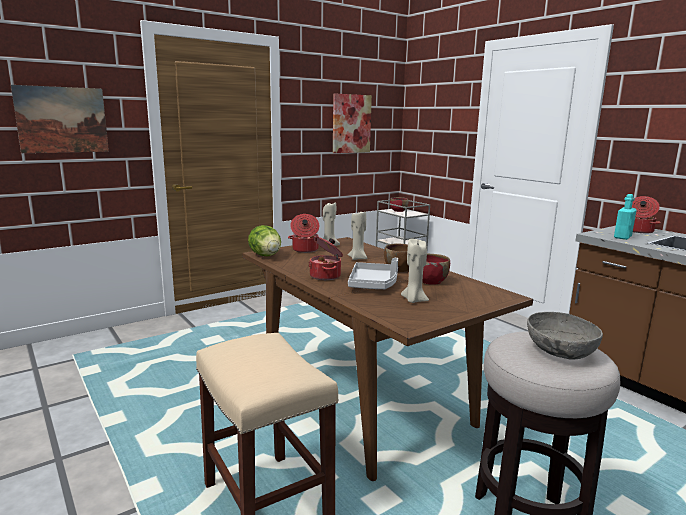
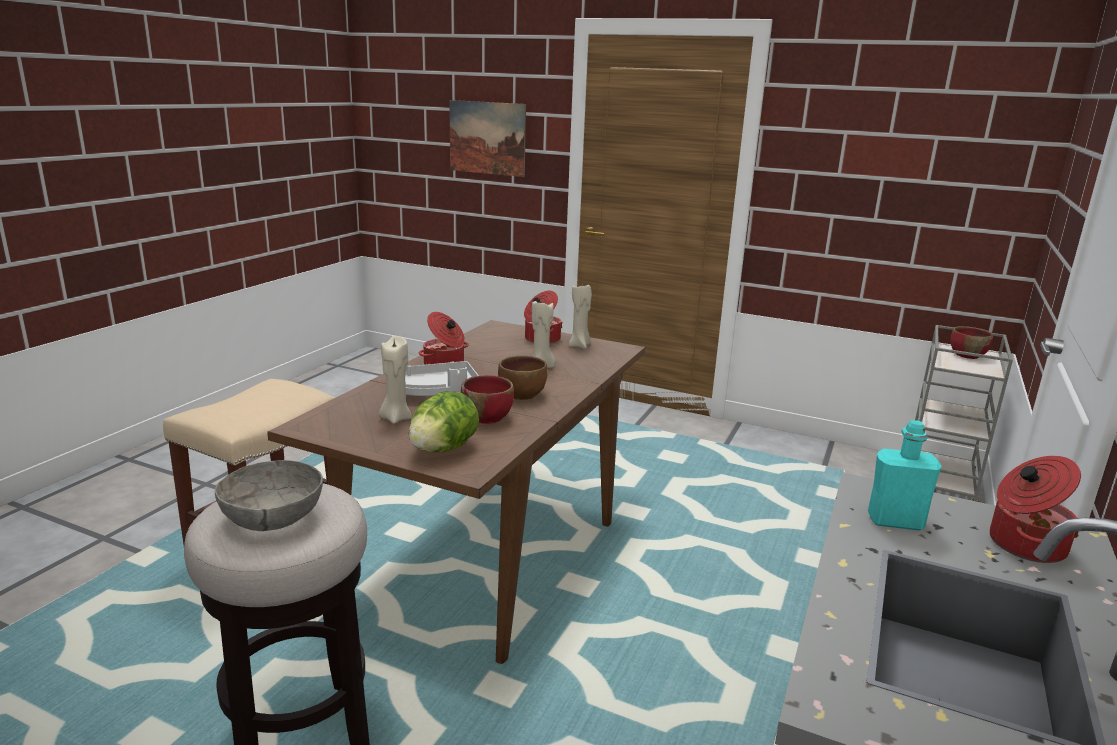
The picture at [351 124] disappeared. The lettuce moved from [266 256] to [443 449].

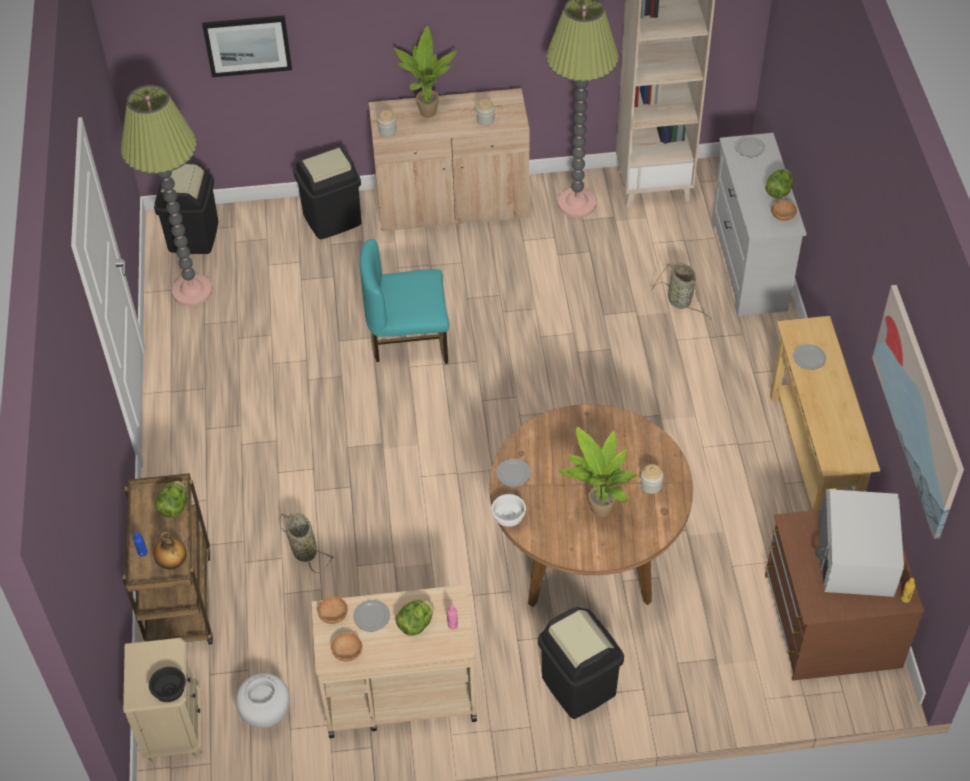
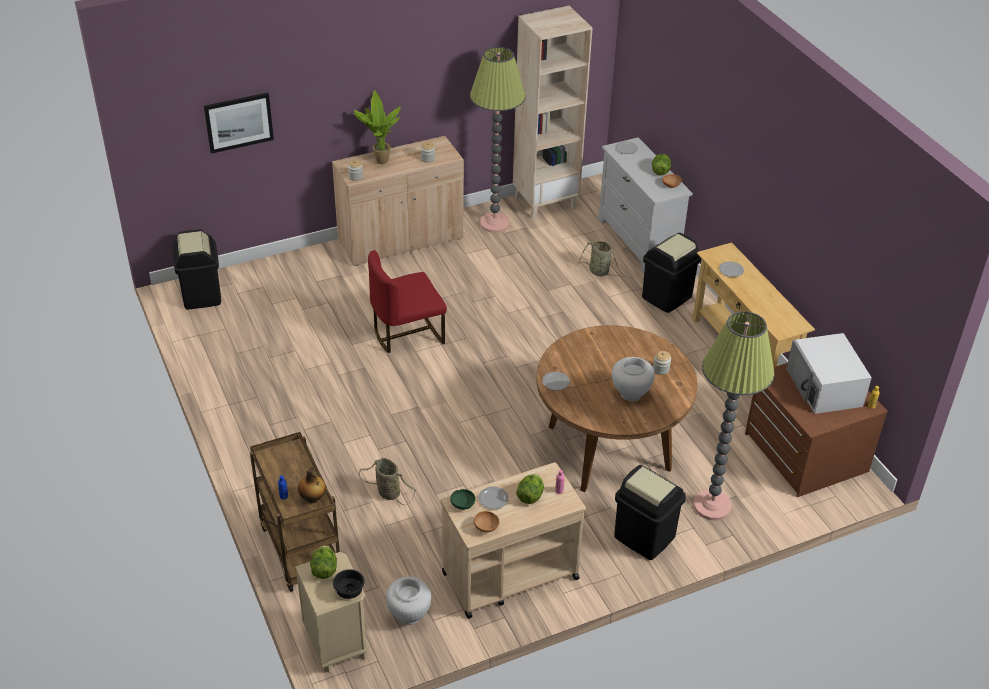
The standing lamp moved from [192 291] to [712 506]. The black-coloured rubbish bin moved from [332 219] to [667 297]. The turquoise plain chair at [409 340] became the reddish plain chair at [407 333]. The picture at [917 409] disappeared. The houseplant at [597 512] was replaced by the whitish flower vase at [630 394]. The lettuce moved from [174 507] to [324 570]. The whitish serving bowl at [509 518] disappeared. The brown serving bowl at [334 615] became the greenish serving bowl at [463 504].

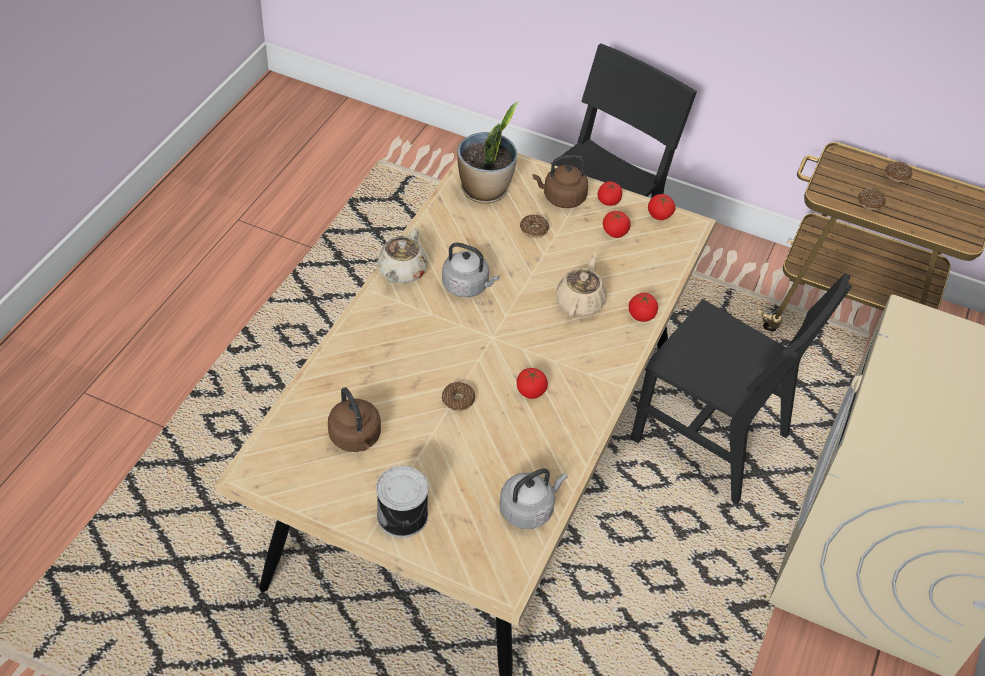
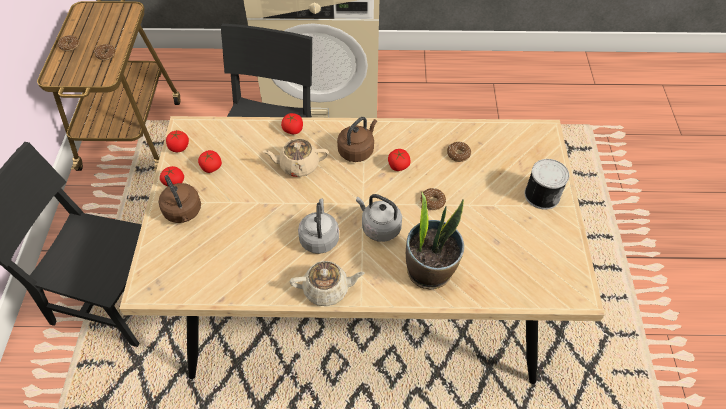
The houseplant moved from [485 190] to [430 270]. The doughnut moved from [534 229] to [458 154]. The brown tea kettle moved from [356 438] to [357 150]. The grey tea kettle moved from [528 509] to [379 227].

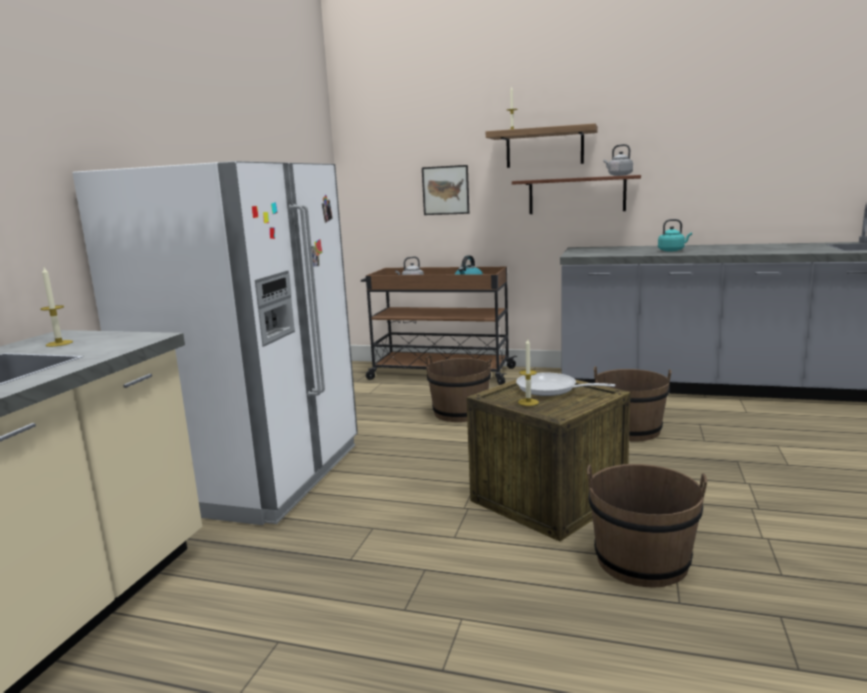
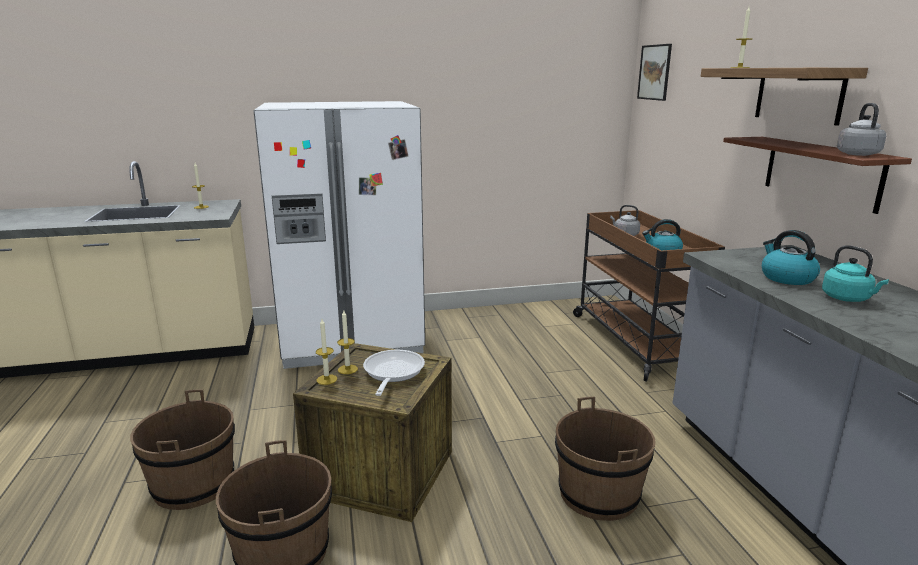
The picture moved from [445 190] to [654 72]. The brown bucket moved from [460 413] to [194 485]. The tea kettle at [786 278] appeared. The candle at [326 379] appeared.

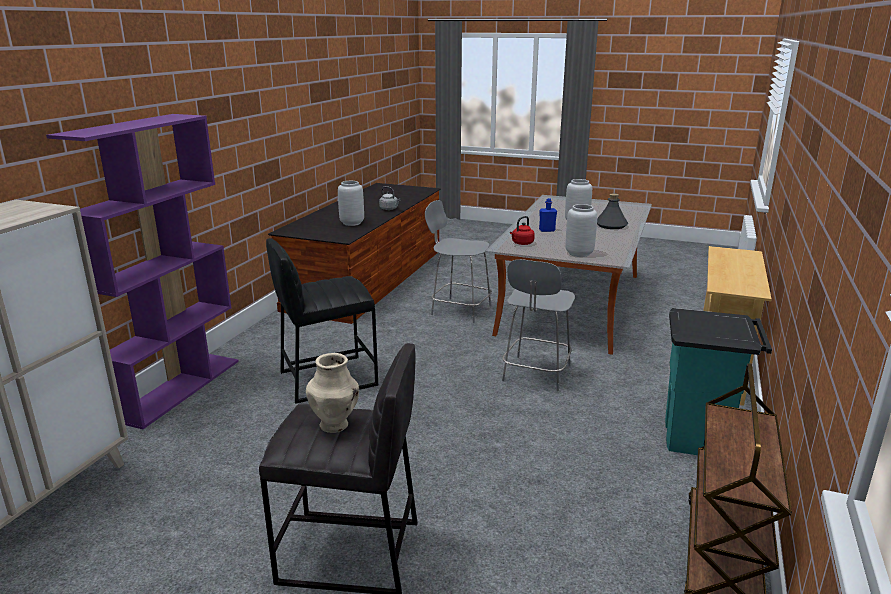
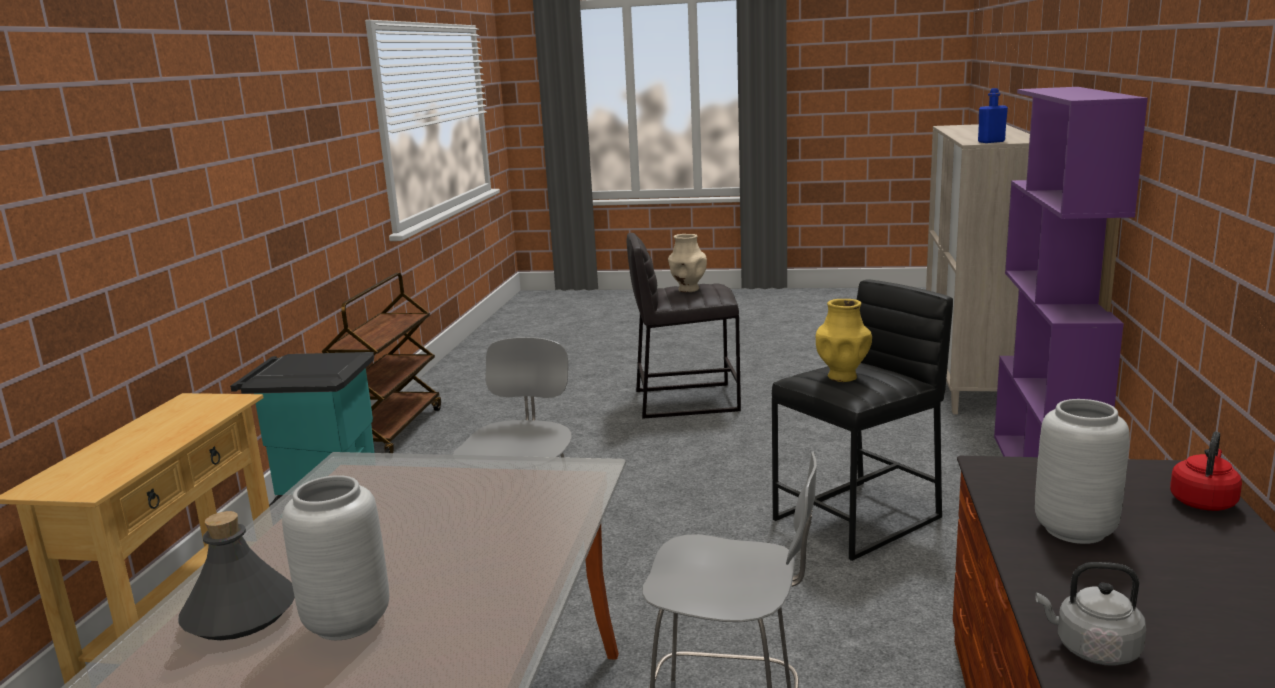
The bluish beverage bottle moved from [547 230] to [991 142]. The grey flower vase at [579 253] disappeared. The reddish tea kettle moved from [521 243] to [1203 501]. The yellow flower vase at [842 377] appeared.

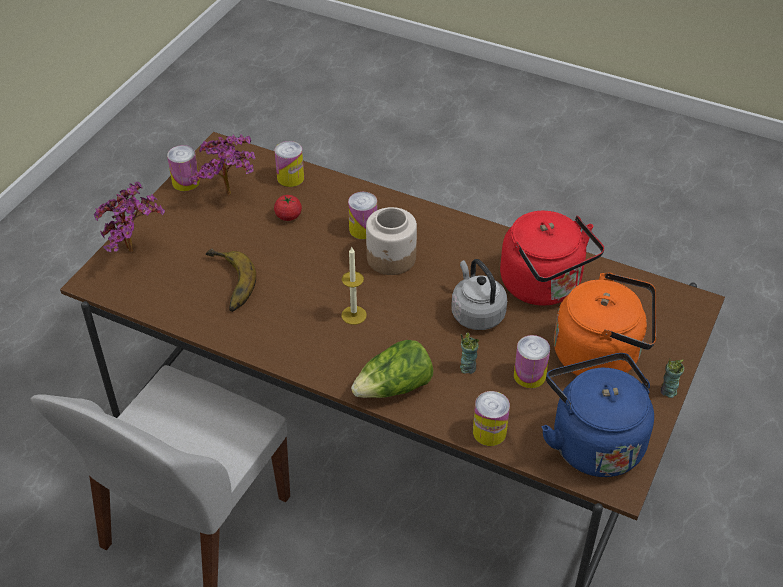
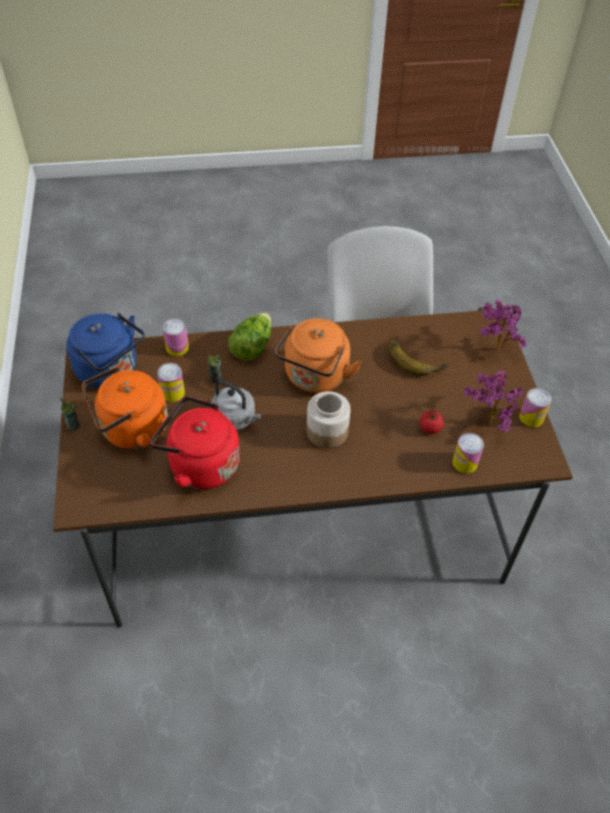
The metal can at [363 229] disappeared. The candle at [354 315] was replaced by the orange tea kettle at [315 378].

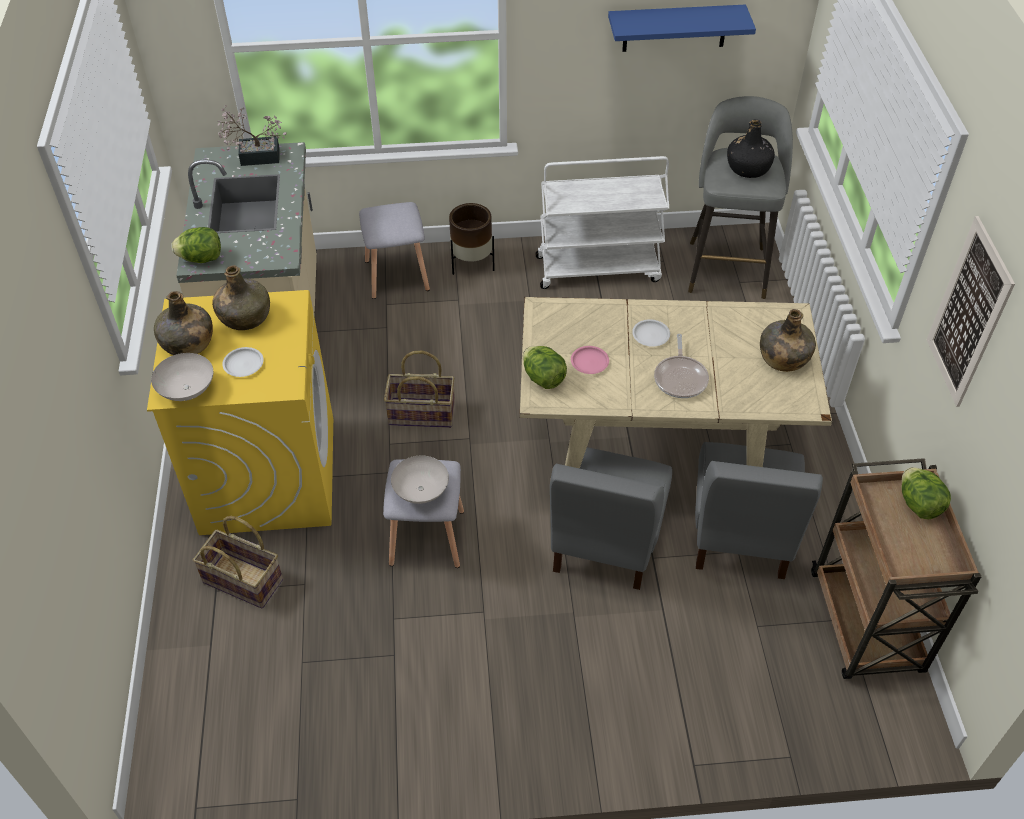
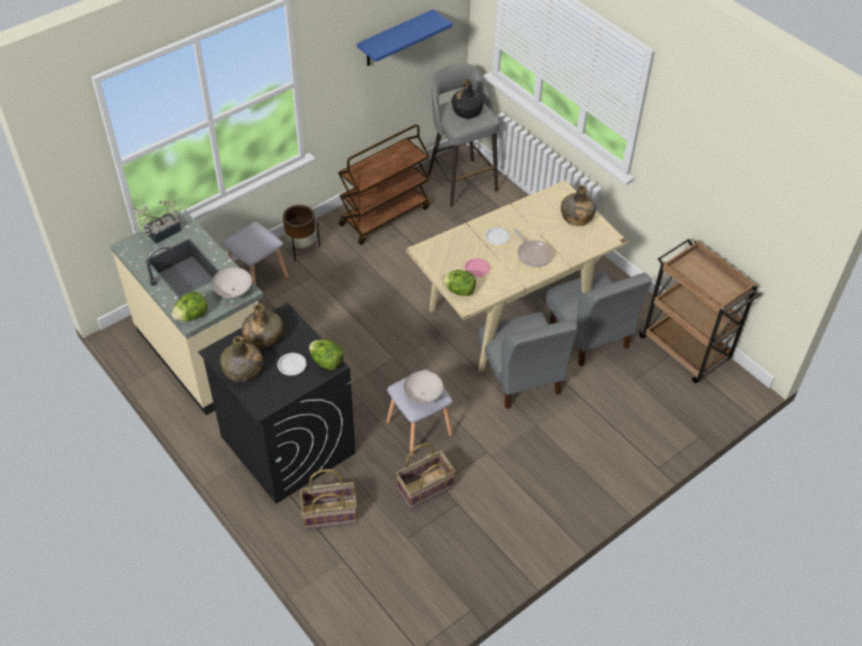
The whitish cart at [598 268] became the brown cart at [384 215]. The picture at [968 314] disappeared. The yellow laundry appliance at [268 474] became the black-coloured laundry appliance at [287 444]. The household basket moved from [421 414] to [425 489]. The whitish serving bowl moved from [186 389] to [232 291]. The lettuce moved from [918 504] to [327 362].

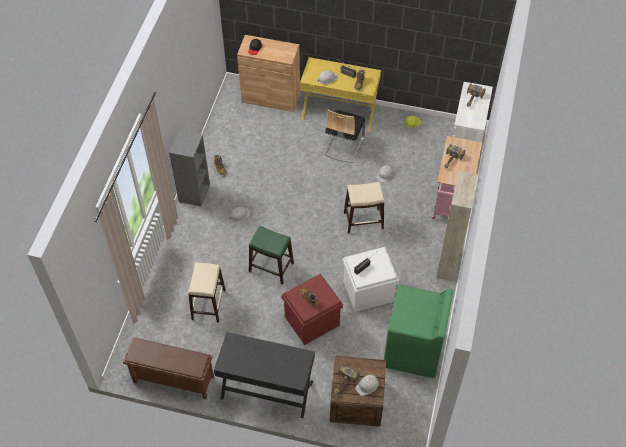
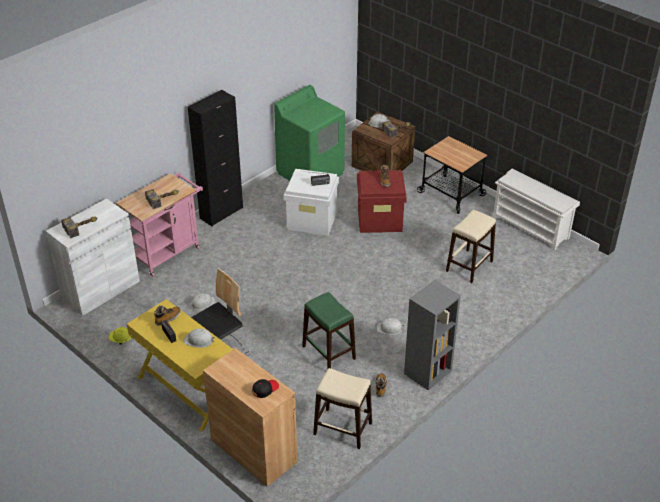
The beige-coloured cabinet at [448 263] became the black-coloured cabinet at [221 213]. The beige-coloured stool moved from [363 220] to [343 429]. The greenish stool moved from [271 267] to [328 352]. The black-coloured desk at [266 390] was replaced by the cart at [451 193]. The brown shoe shelf at [172 379] became the whitish shoe shelf at [531 227].

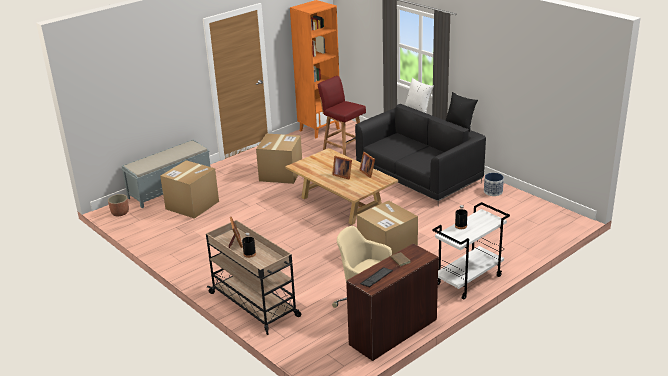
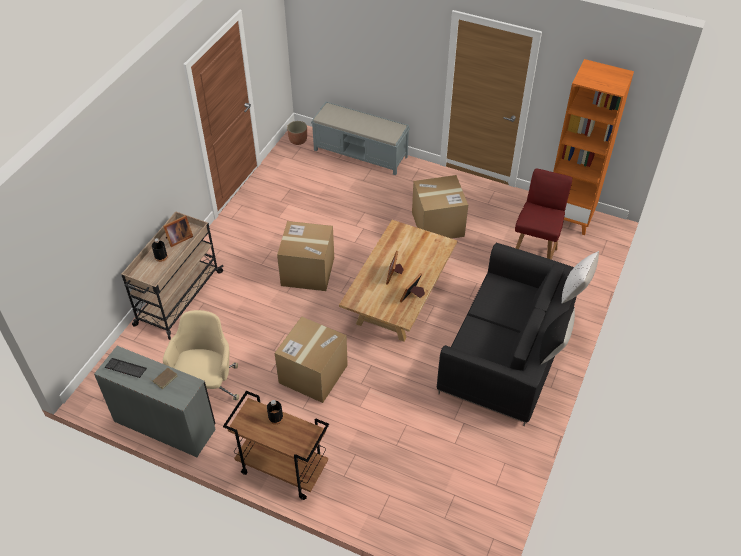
The carton moved from [192 205] to [308 271]. The planter at [493 192] disappeared. The whitish cart at [468 281] became the brown cart at [282 469]. The brown desk at [392 332] became the grey desk at [165 424].

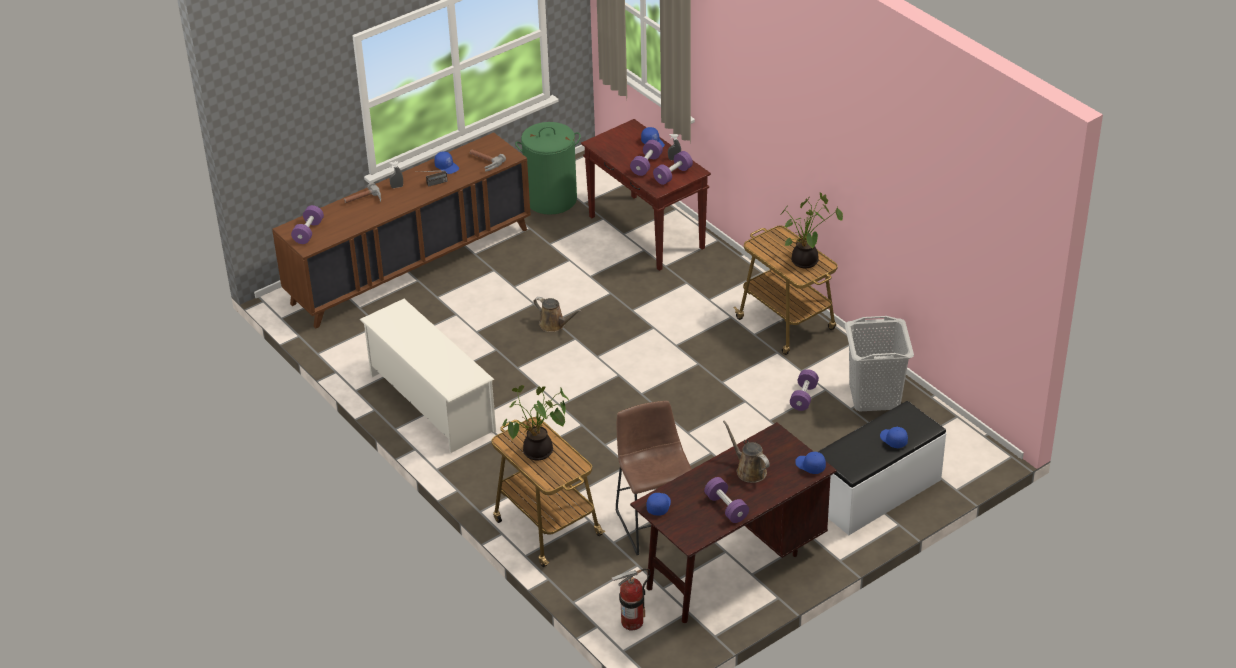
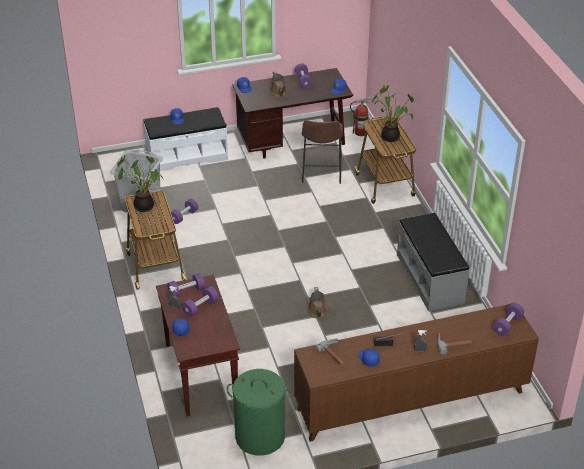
The brown watering pot at [554 325] turned 150 degrees counterclockwise. The whitish shoe shelf at [431 402] was replaced by the grey bench at [430 278].

